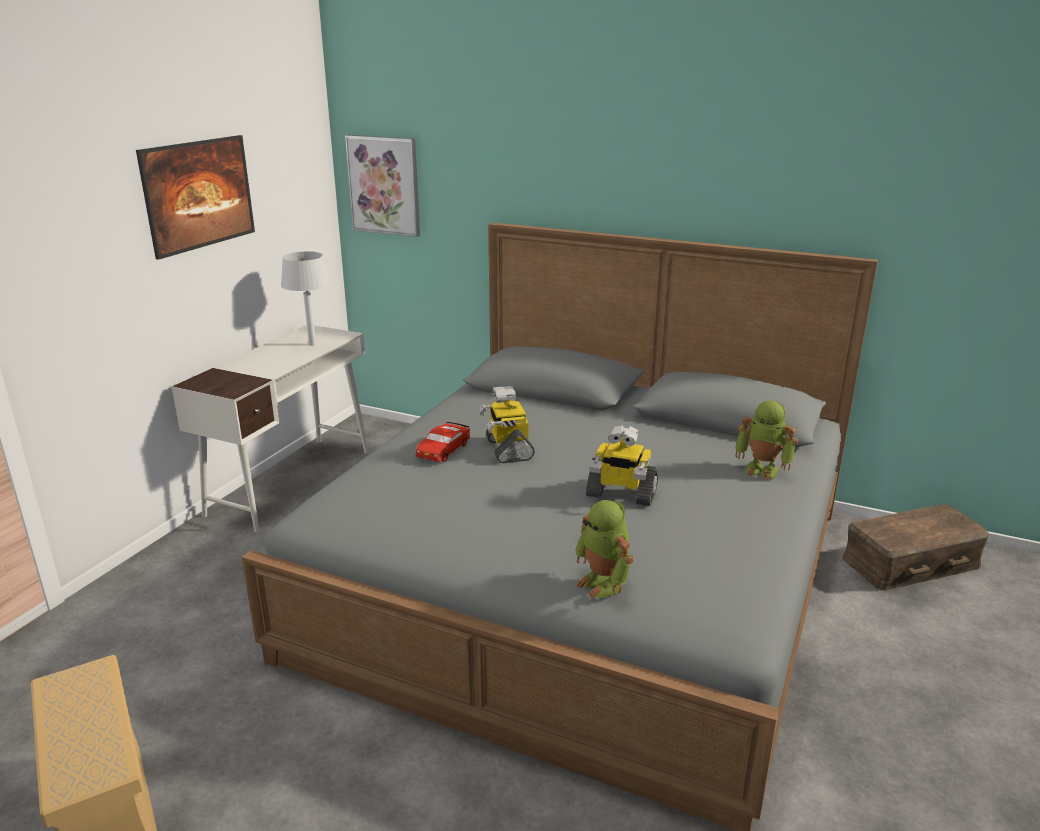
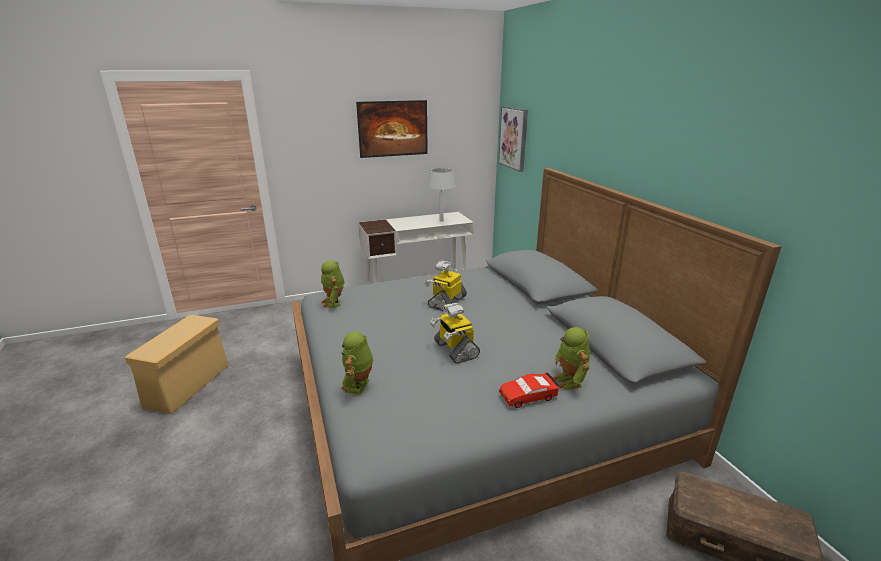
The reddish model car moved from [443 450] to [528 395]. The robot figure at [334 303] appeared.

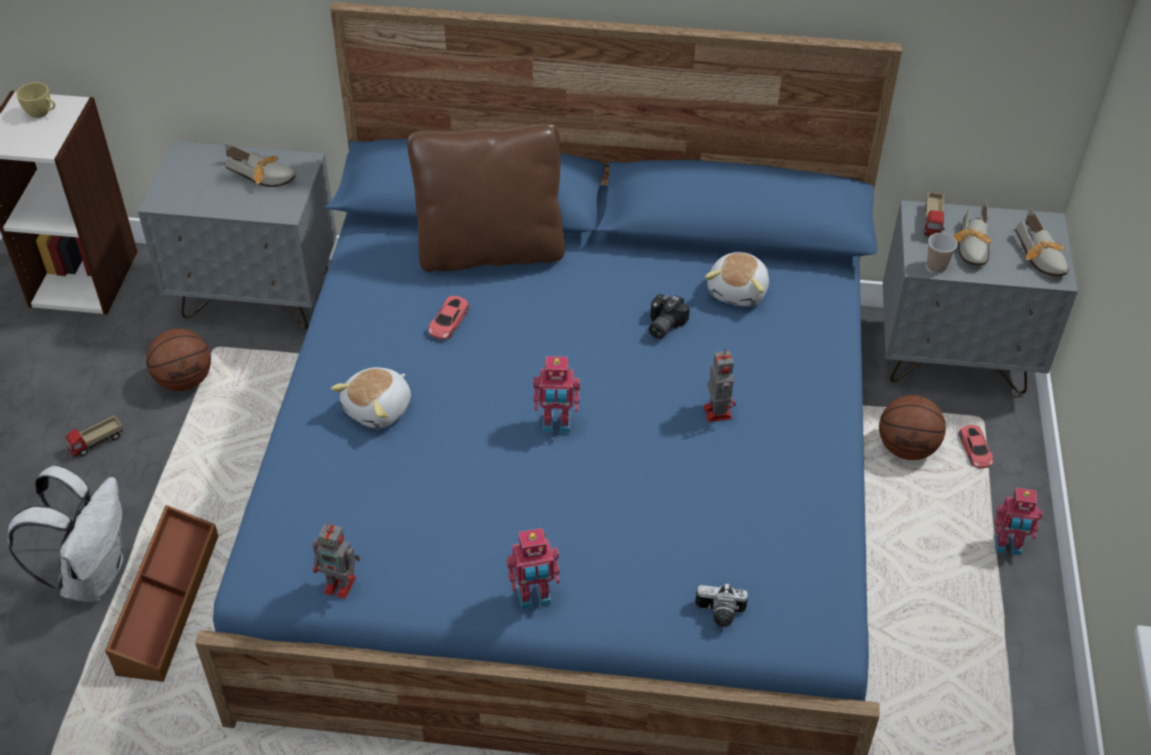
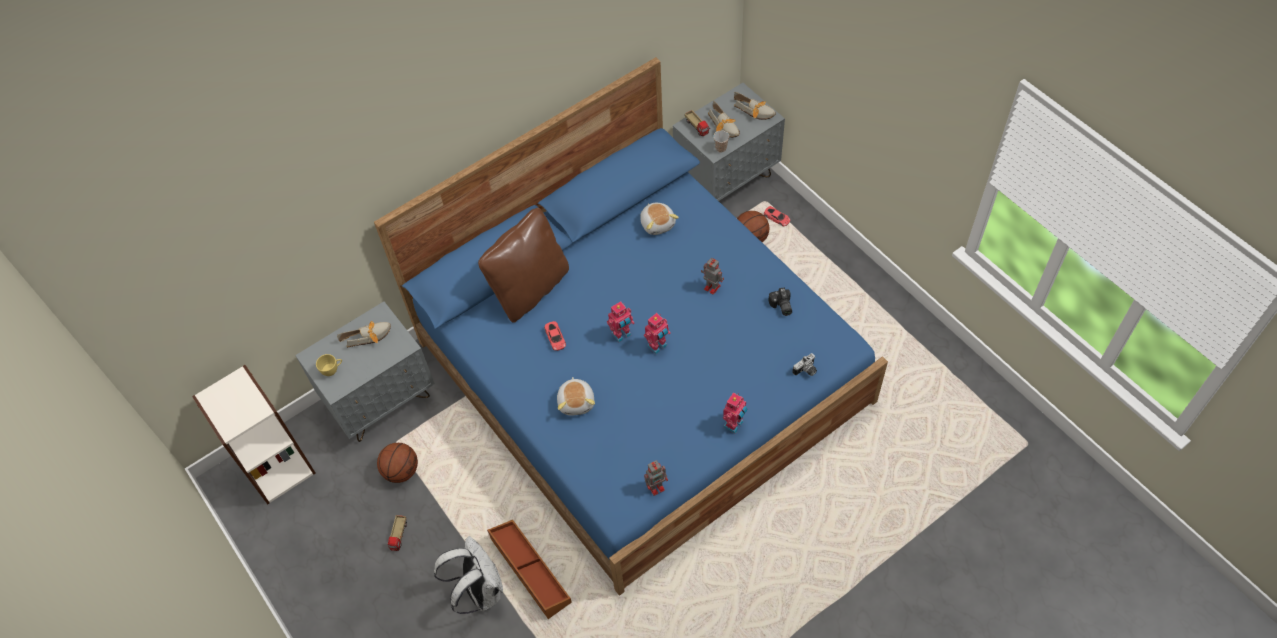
The yellow cup moved from [42 113] to [332 370]. The photo camera moved from [662 325] to [781 306]. The robot figure moved from [1007 546] to [622 335].

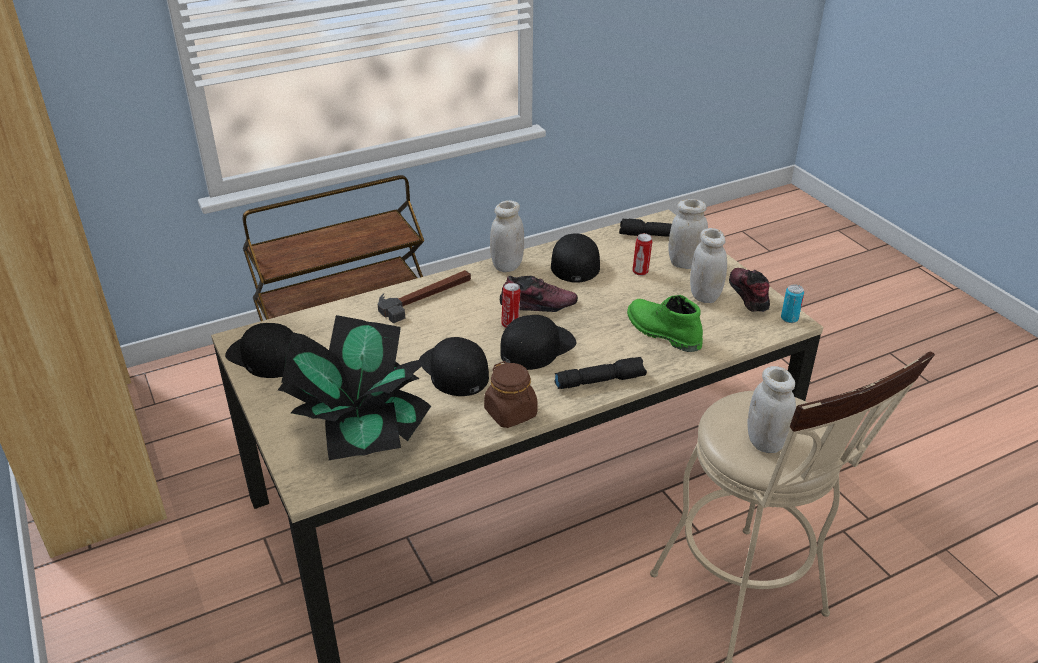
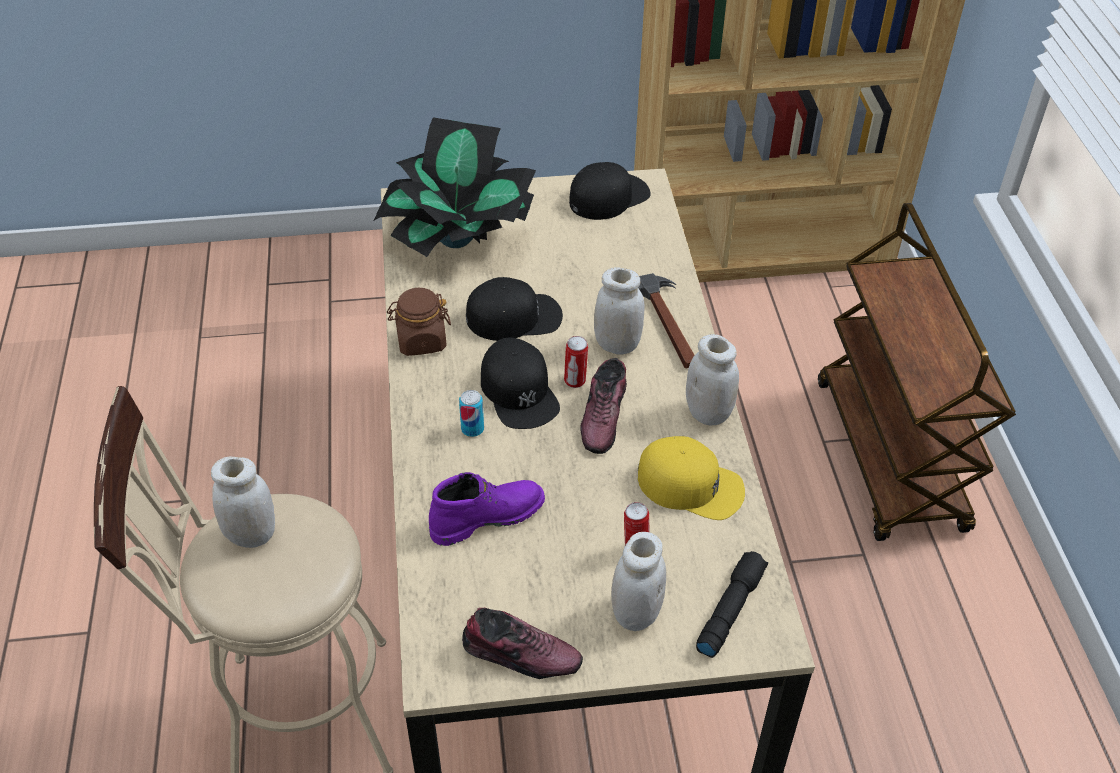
The whitish storage jar moved from [705 296] to [617 344]. The black-coloured peaked cap at [574 262] became the yellow peaked cap at [690 485]. The metal can moved from [789 318] to [472 429]. The greenish tall boot at [662 332] became the purplish tall boot at [487 516]. The black-coloured torch at [600 380] disappeared.

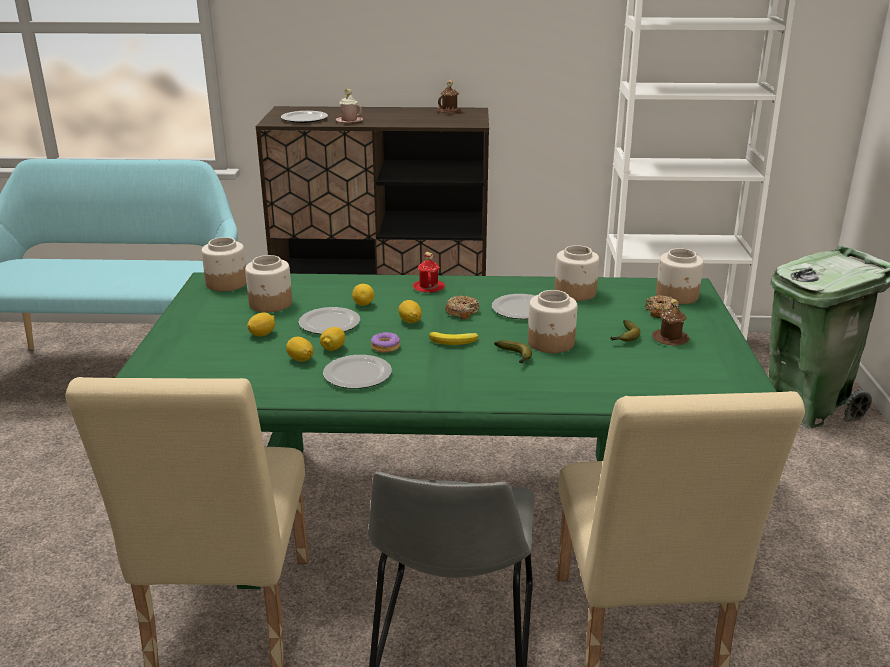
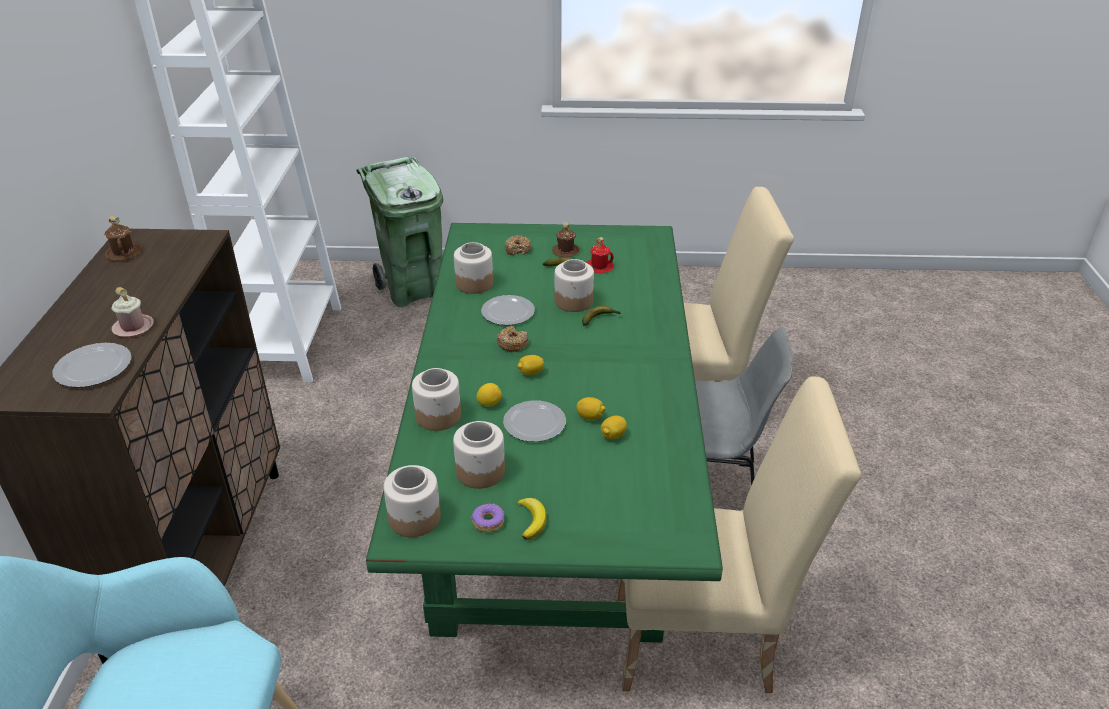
The storage jar moved from [677 296] to [439 416]. The reddish coffee mug moved from [428 287] to [599 267]. The lemon at [262 334] disappeared. The doughnut moved from [385 347] to [488 522]. The banana moved from [455 341] to [532 520]. The dinner plate at [356 375] disappeared.

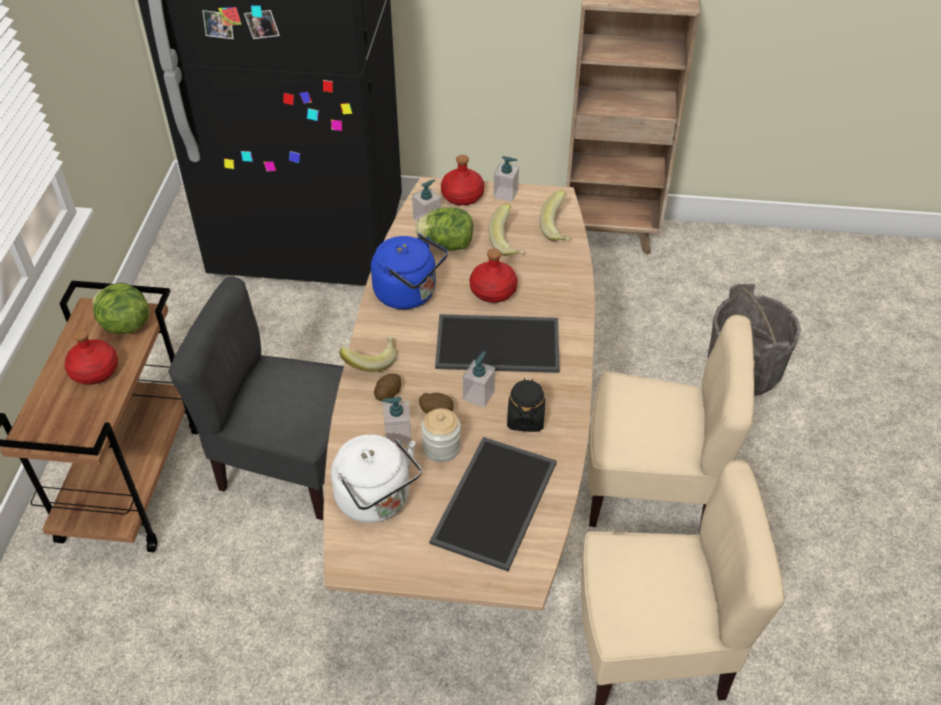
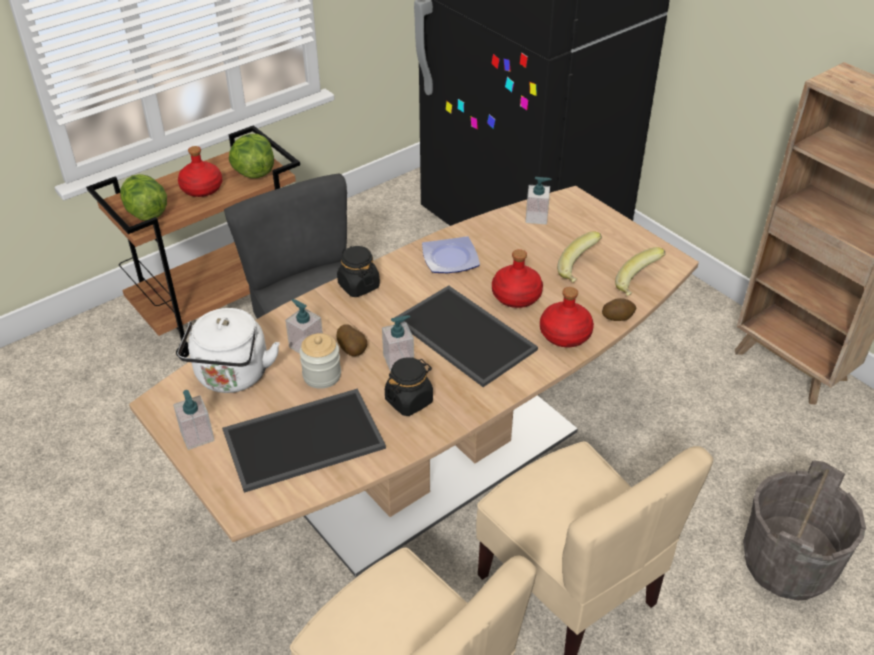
The reddish beverage bottle moved from [462 195] to [564 334]. The liquid soap bottle moved from [506 194] to [197 436]. The lettuce moved from [447 245] to [146 213]. The bluish tea kettle at [409 294] was replaced by the dinner plate at [449 259]. The banana at [370 361] was replaced by the black-coloured storage jar at [358 286]. The whole potato moved from [388 393] to [617 317].

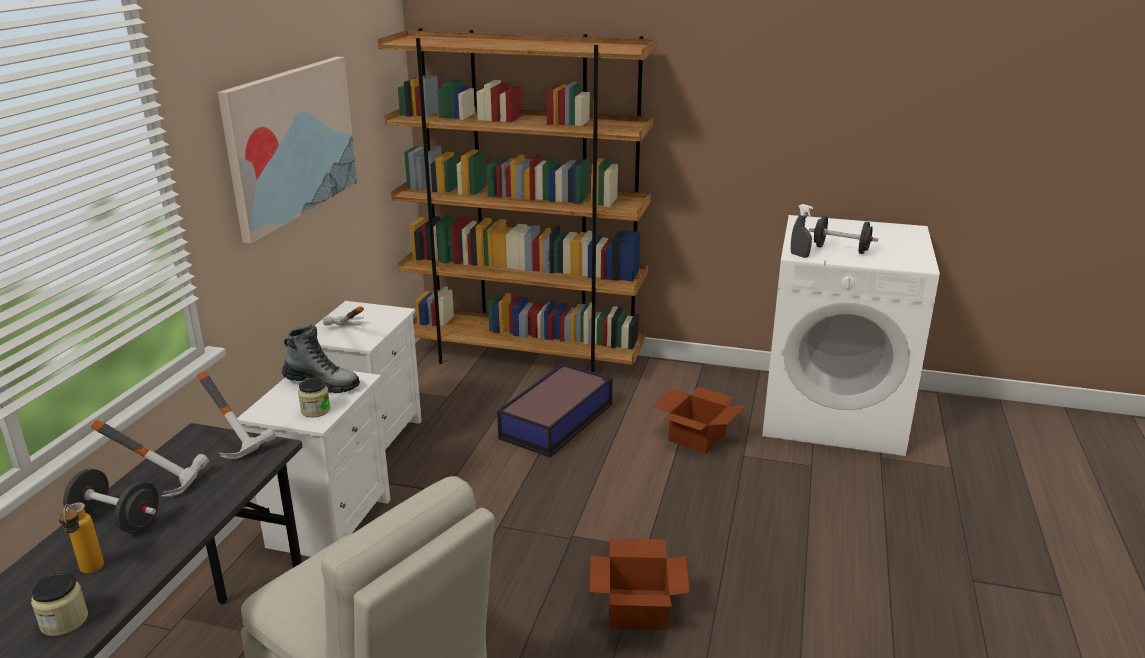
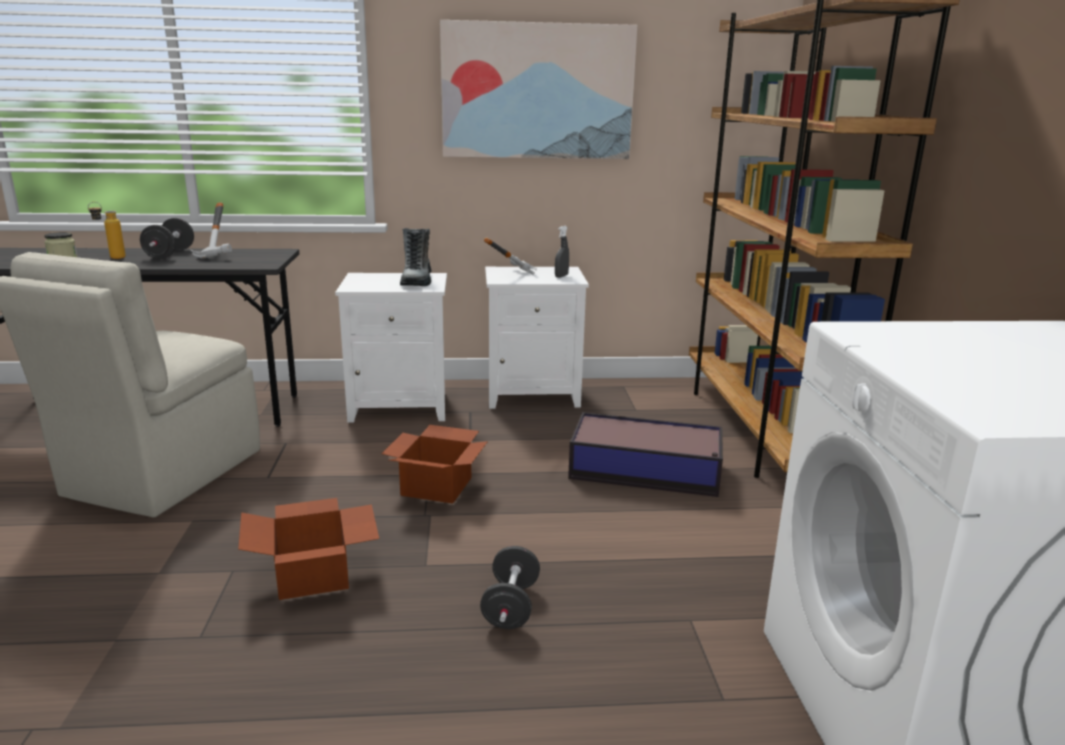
The grey hand sprayer moved from [799 255] to [561 276]. The black-coloured dumbbell moved from [841 249] to [511 606]. The tool hammer at [241 438] disappeared. The storage jar at [315 410] disappeared. The carton moved from [696 436] to [438 486].

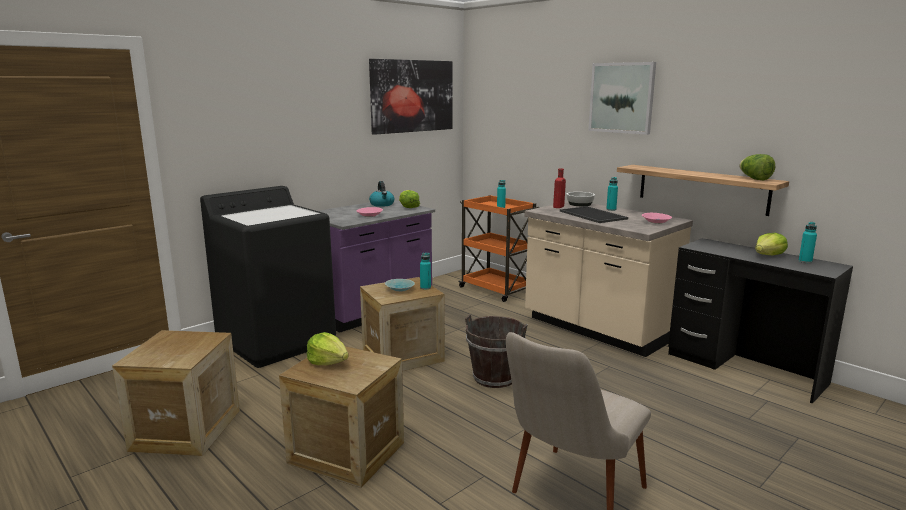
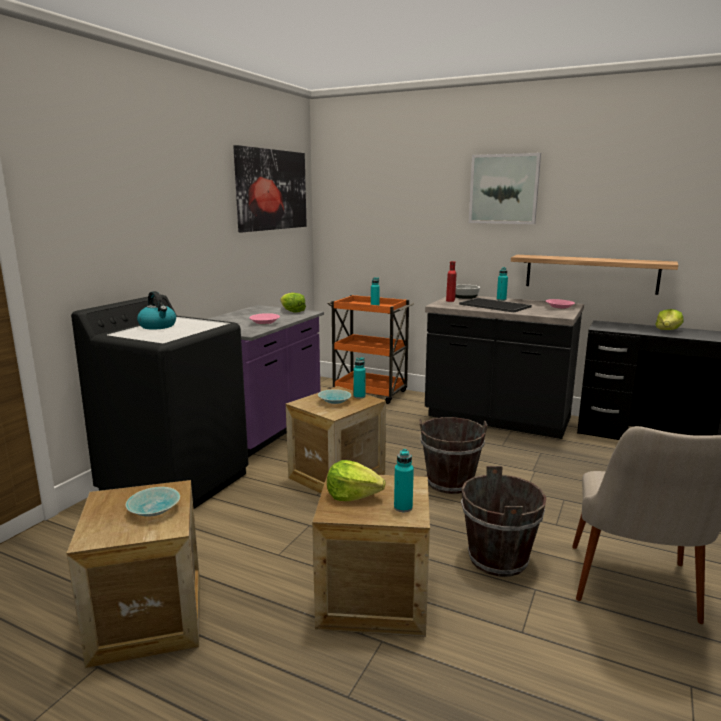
The lettuce at [754 179] disappeared. The tea kettle moved from [382 204] to [158 326]. The beige-coloured counter at [597 329] became the black-coloured counter at [497 419]. The turquoise beverage bottle moved from [805 261] to [403 507]. The brown bucket at [498 559] appeared. The turquoise serving bowl at [155 510] appeared.

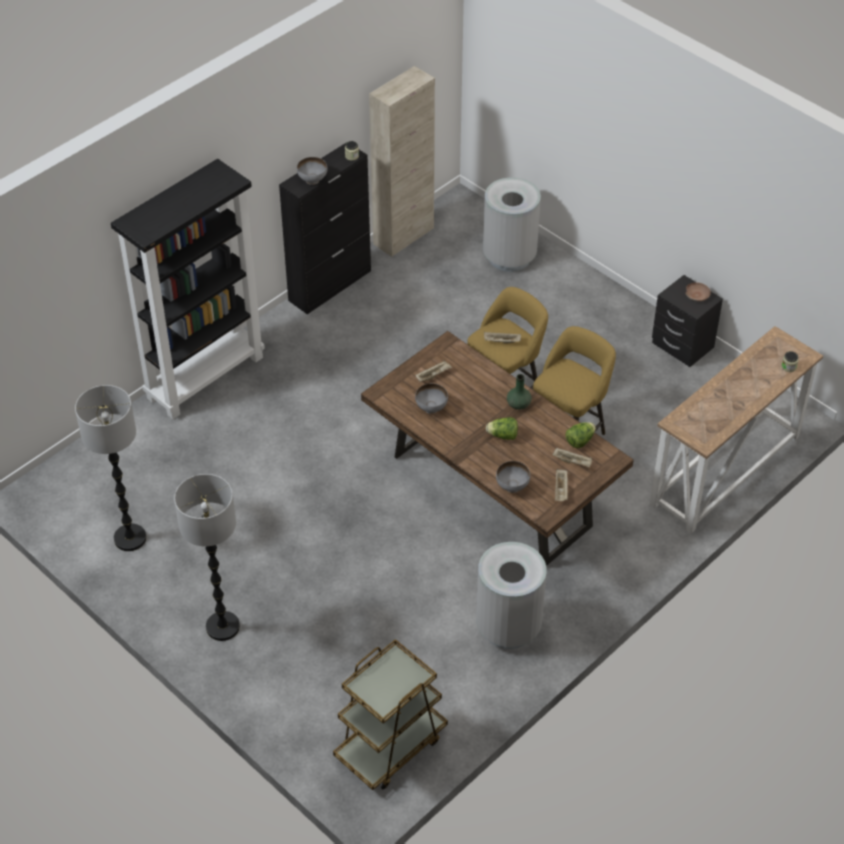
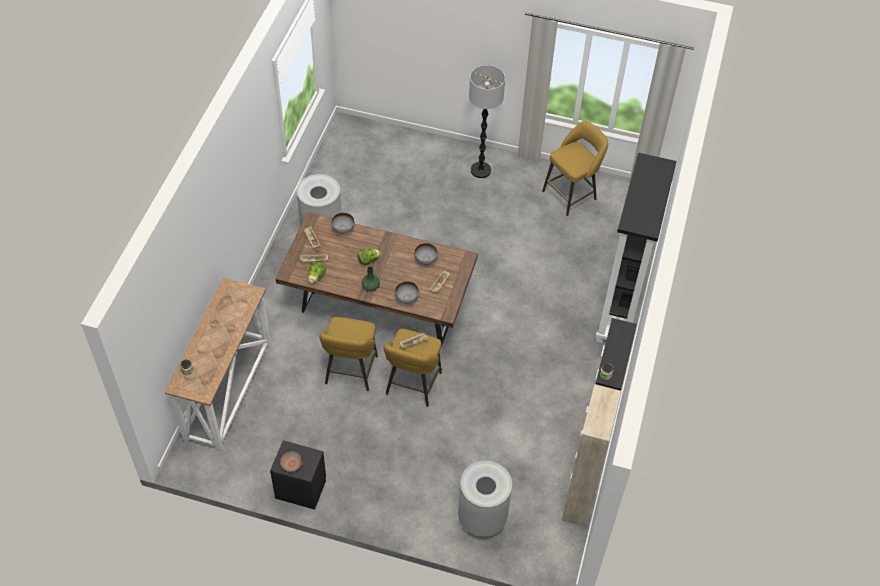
The grey serving bowl moved from [312 181] to [407 299]. The standing lamp at [130 538] was replaced by the yellow stool at [571 194]. The brown cart at [390 746] disappeared.

